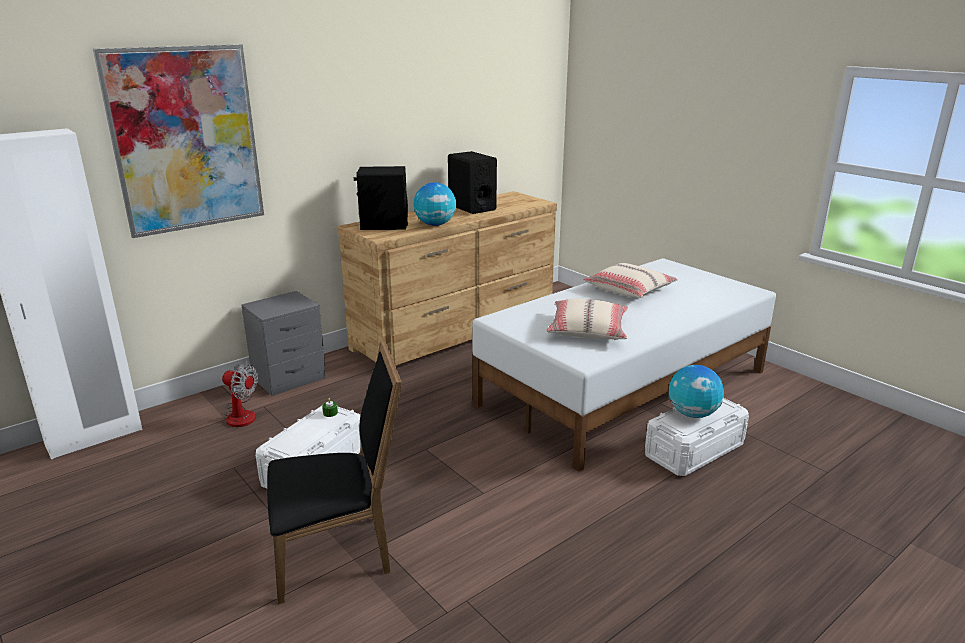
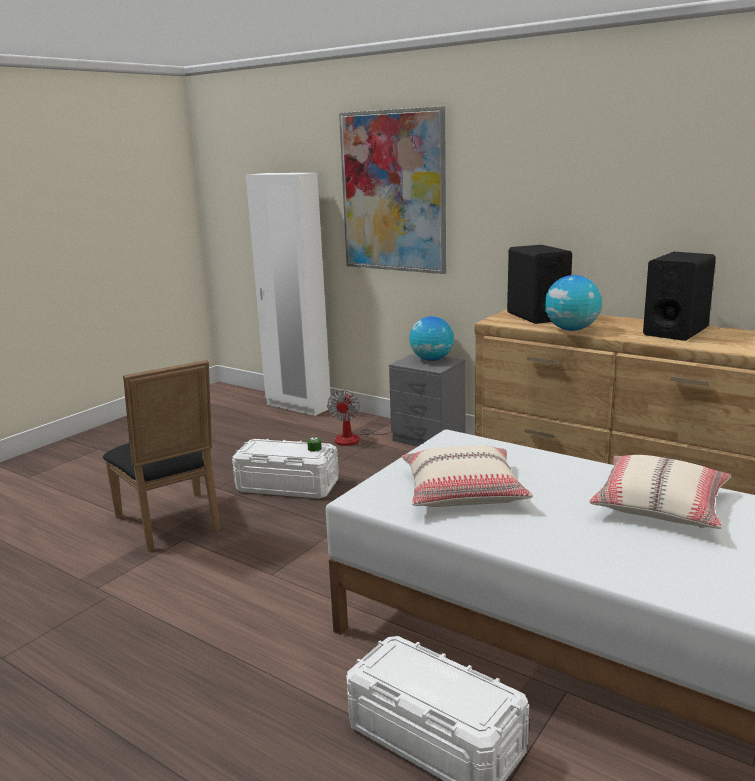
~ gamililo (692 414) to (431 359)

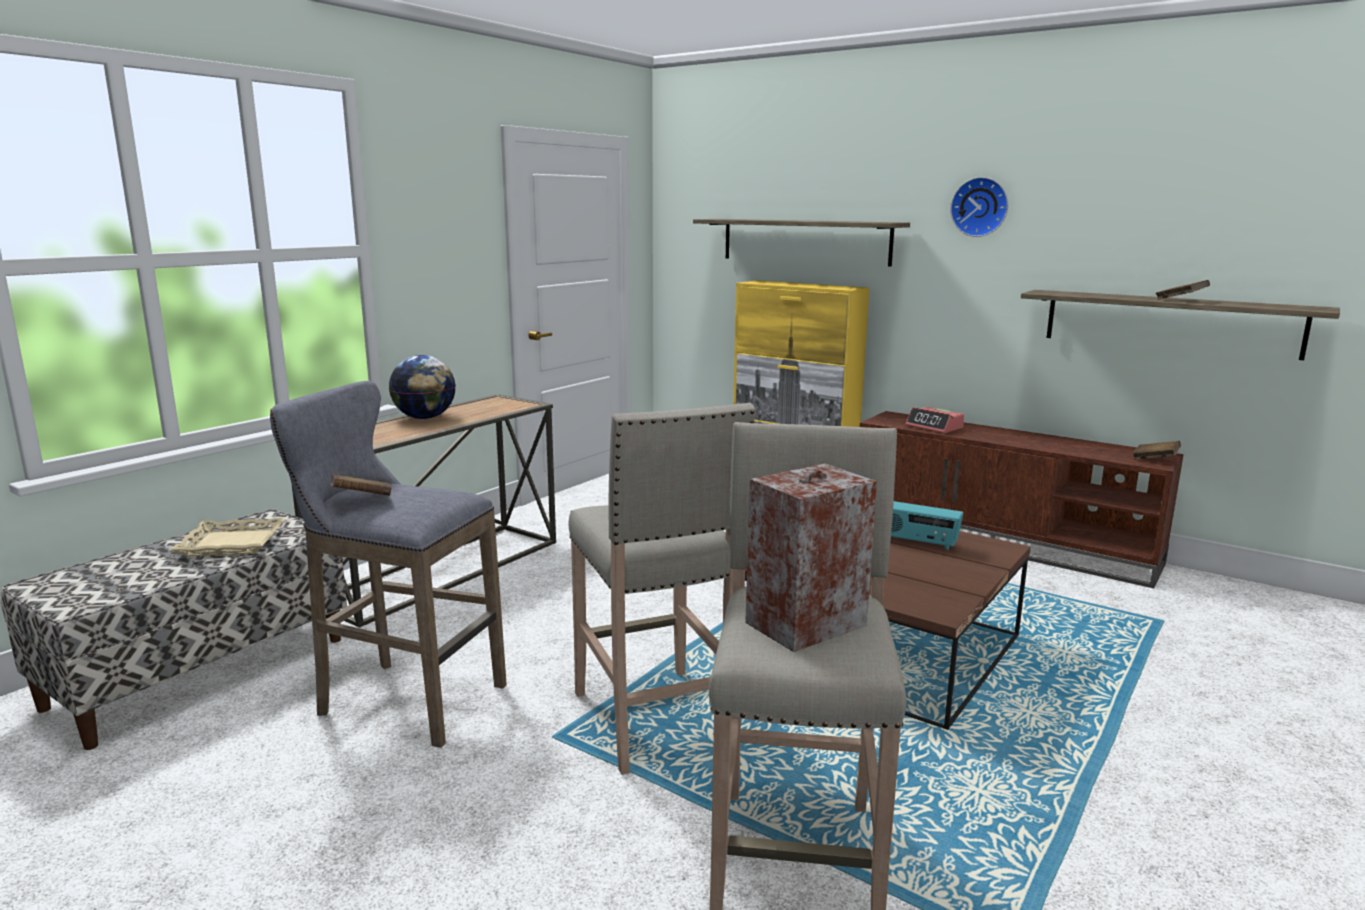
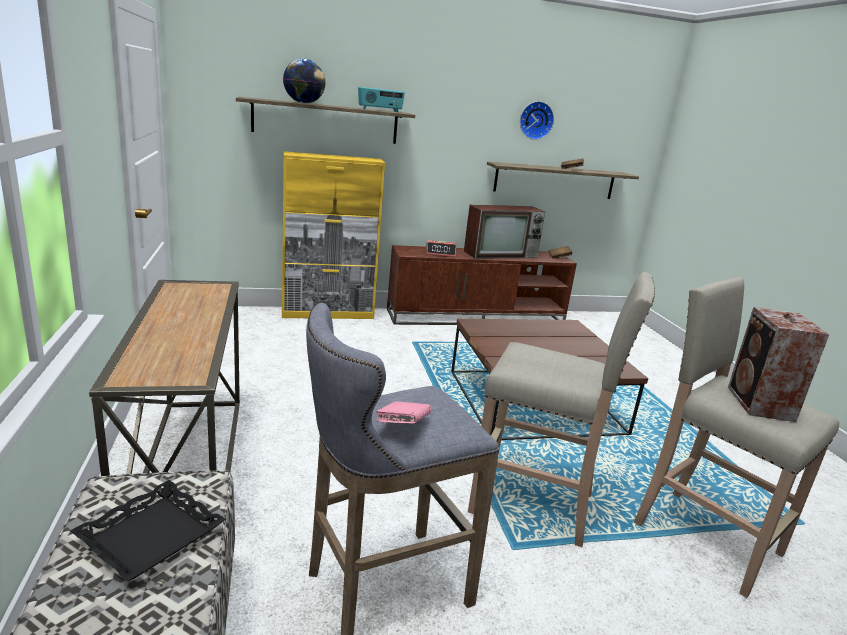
~ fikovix (980 207) to (535 120)
~ gamililo (424 418) to (304 103)
~ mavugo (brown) (361 499) to mavugo (pink) (402 426)
~ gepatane (915 542) to (380 110)
~ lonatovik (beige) (231 544) to lonatovik (black) (151 536)
+ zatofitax (501 254)

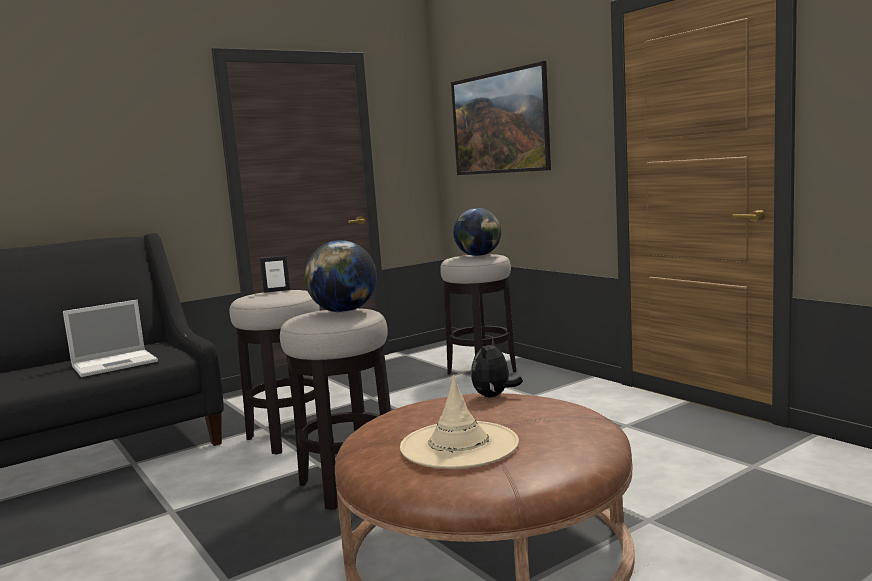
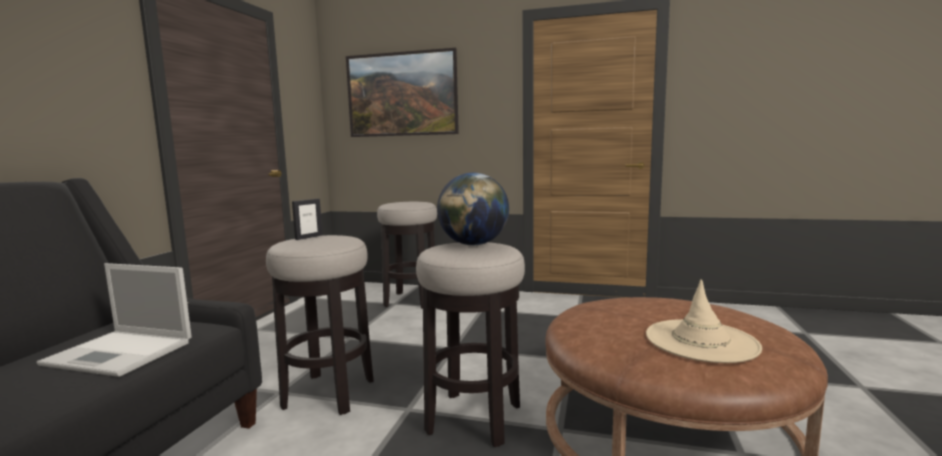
- gamililo (478 256)
~ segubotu (116 363) = (121 353) 90 degrees clockwise
- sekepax (494 396)

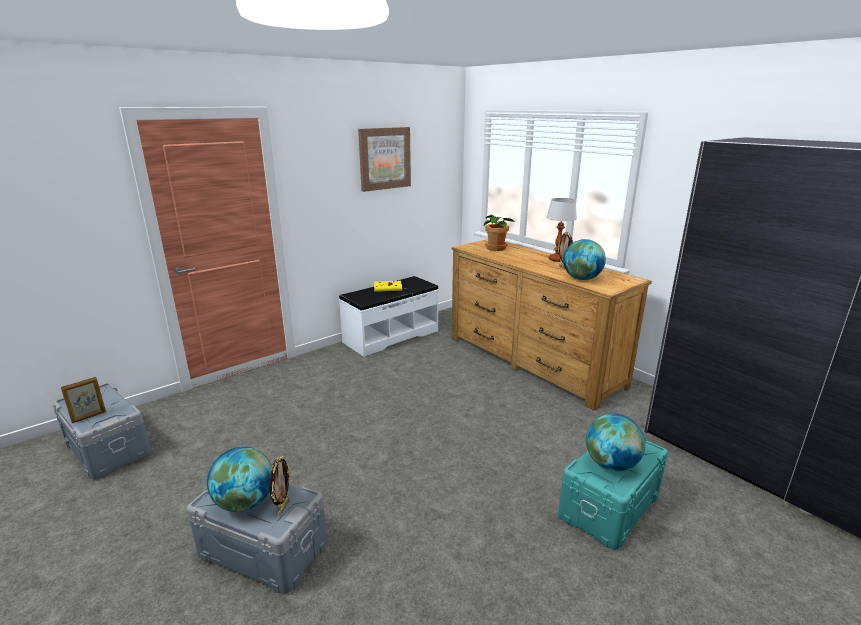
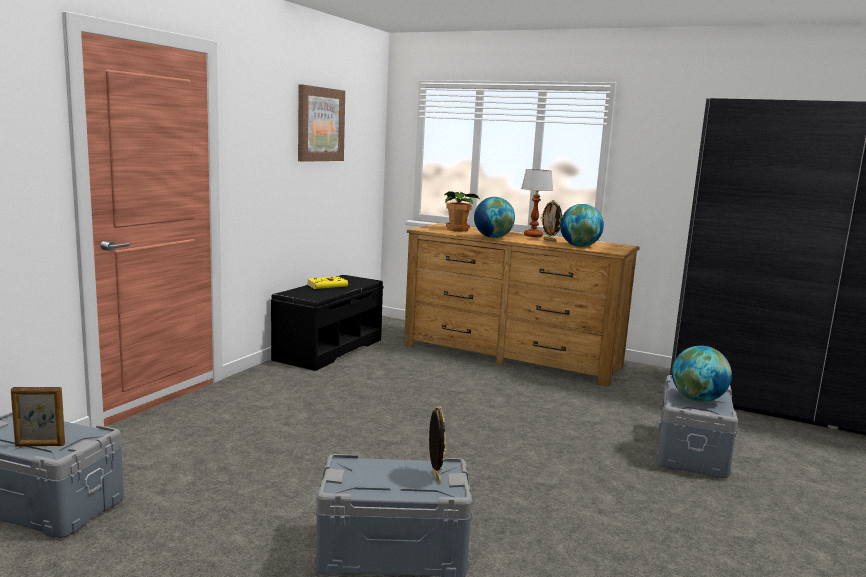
~ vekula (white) (390 336) to vekula (black) (328 349)
~ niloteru (89 417) = (40 445) 60 degrees clockwise
~ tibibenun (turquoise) (610 506) to tibibenun (grey) (692 451)
~ gamililo (245 502) to (493 237)

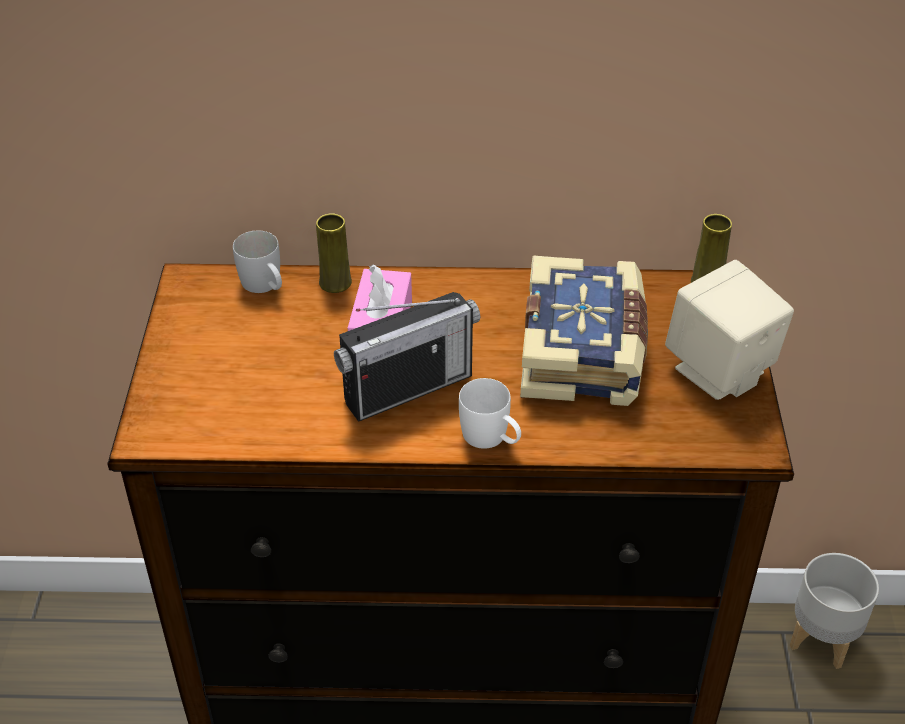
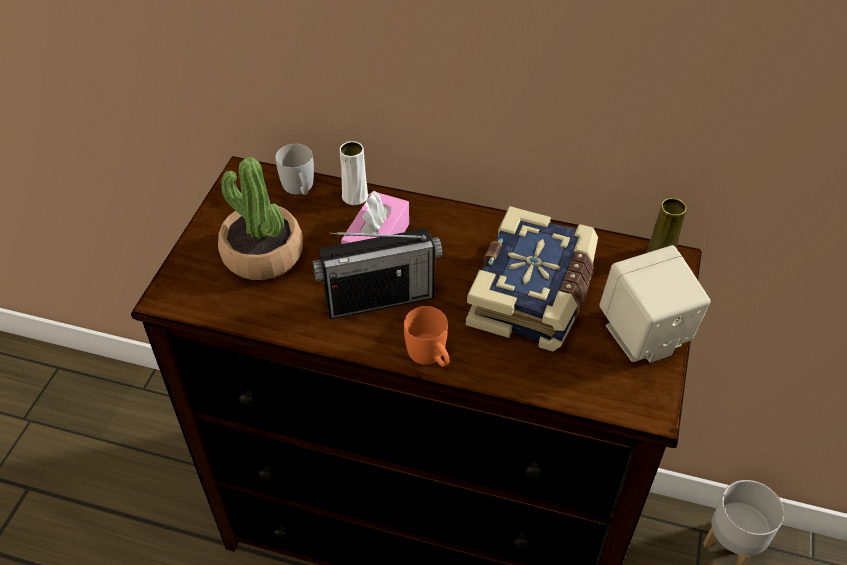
~ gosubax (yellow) (335 283) to gosubax (white) (355 196)
~ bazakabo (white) (491 438) to bazakabo (orange) (430 356)
+ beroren (262 254)

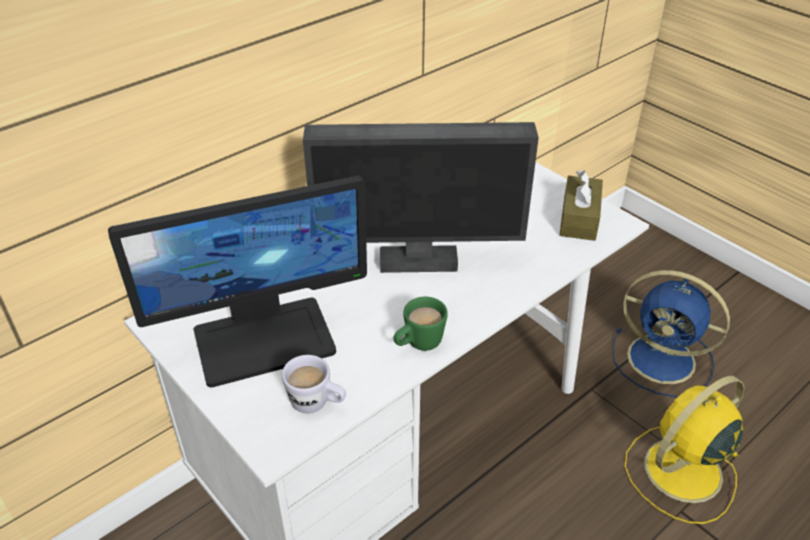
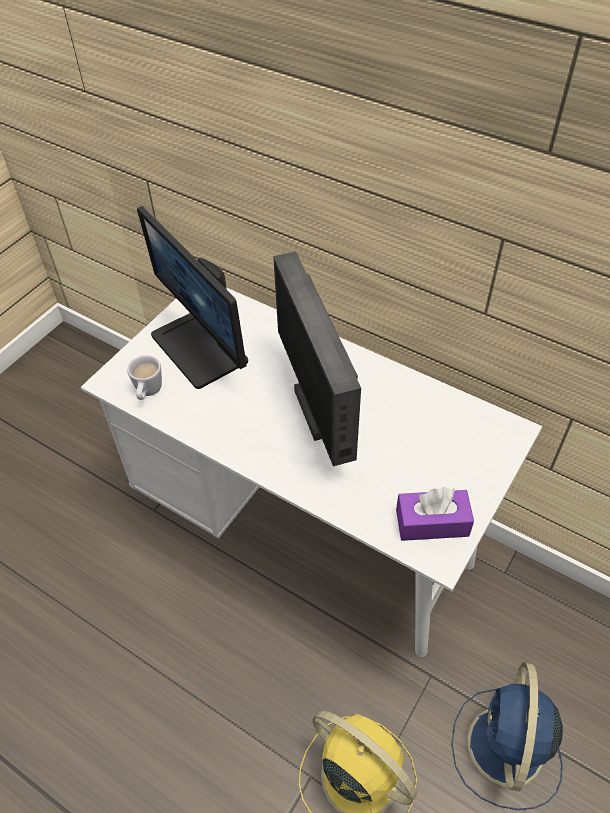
~ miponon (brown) (579 219) to miponon (purple) (432 523)
- bazakabo (green) (418 344)

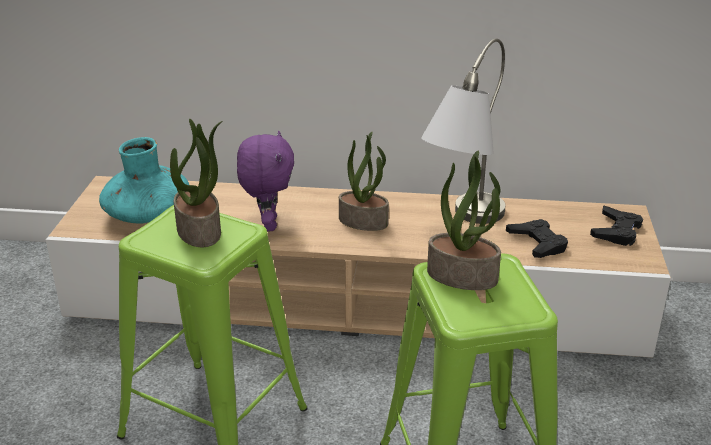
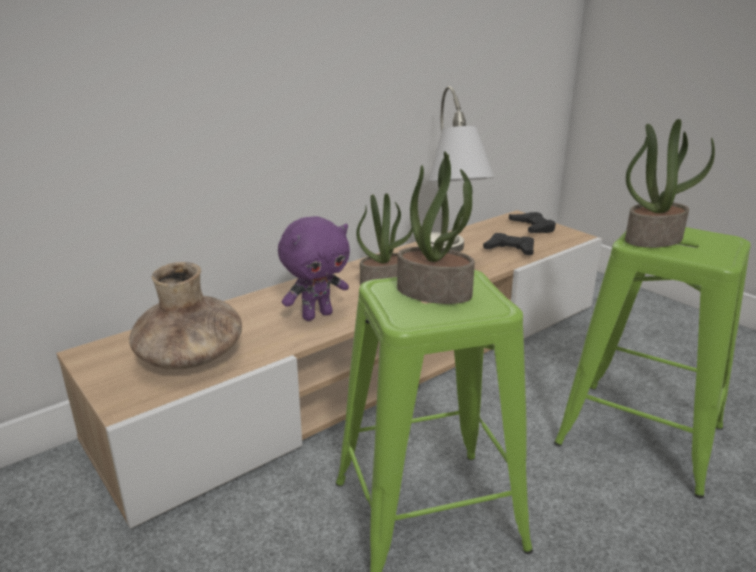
~ sekepax (purple) (268 224) = (317 315) 105 degrees clockwise
~ gosubax (turquoise) (148 216) to gosubax (brown) (190 358)

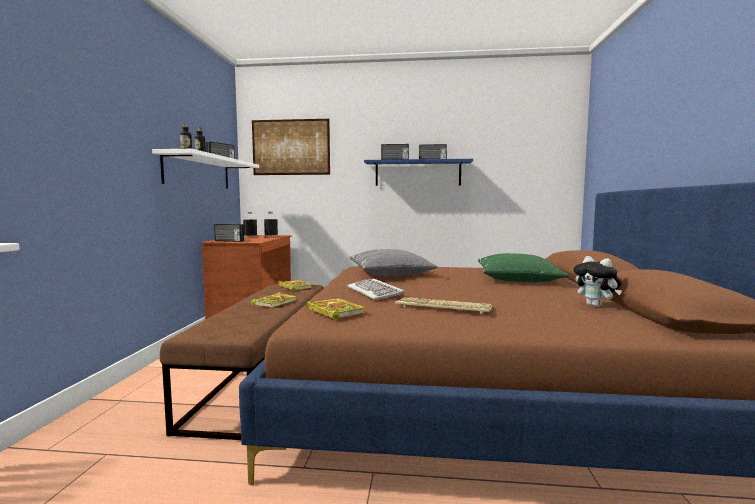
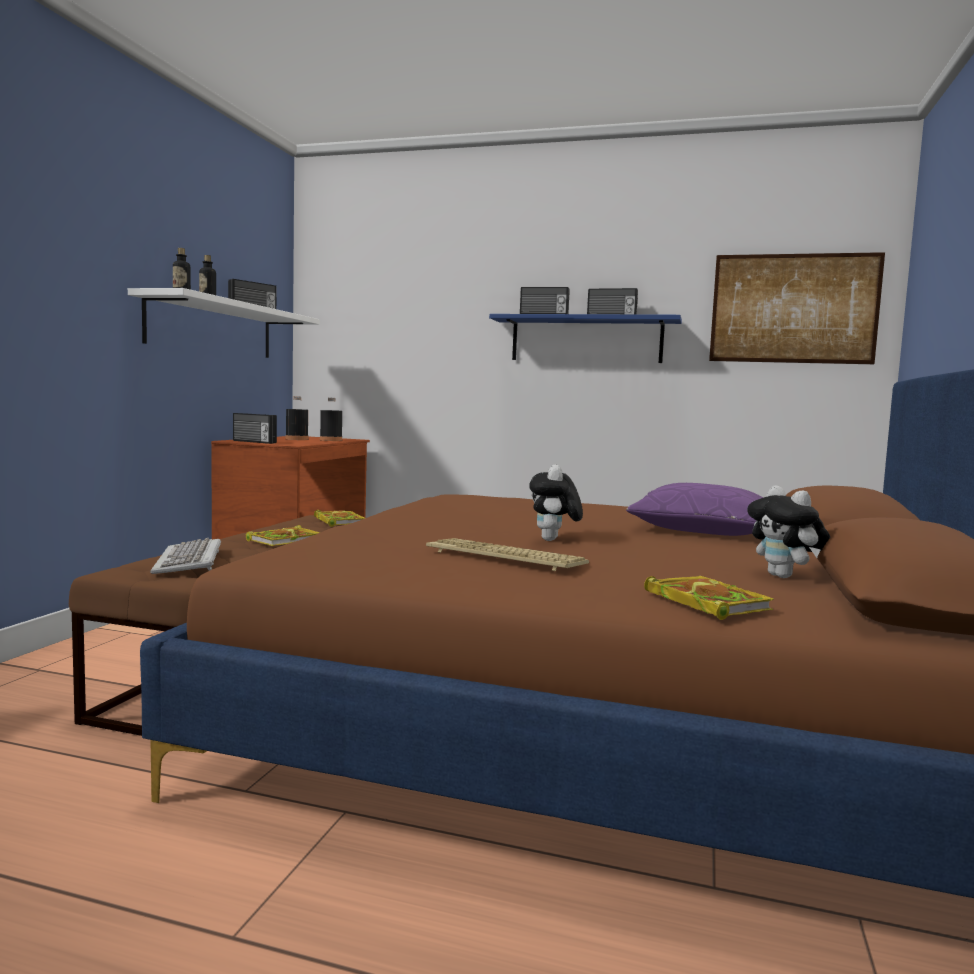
~ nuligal (291 147) to (793 308)
- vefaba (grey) (390 273)
~ vefaba (green) (517 279) to vefaba (purple) (703 529)
~ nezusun (375 292) to (190 561)
~ mavugo (334 311) to (704 602)
+ sekepax (553 540)

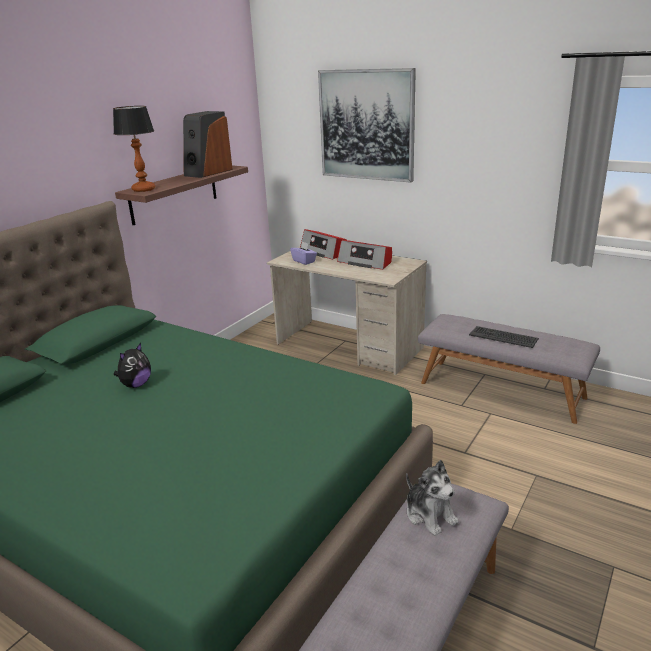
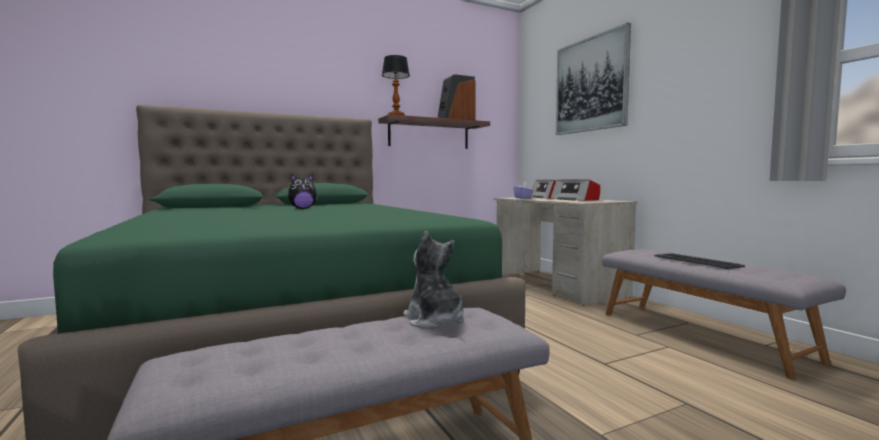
~ sekepax (430 515) = (434 320) 150 degrees clockwise

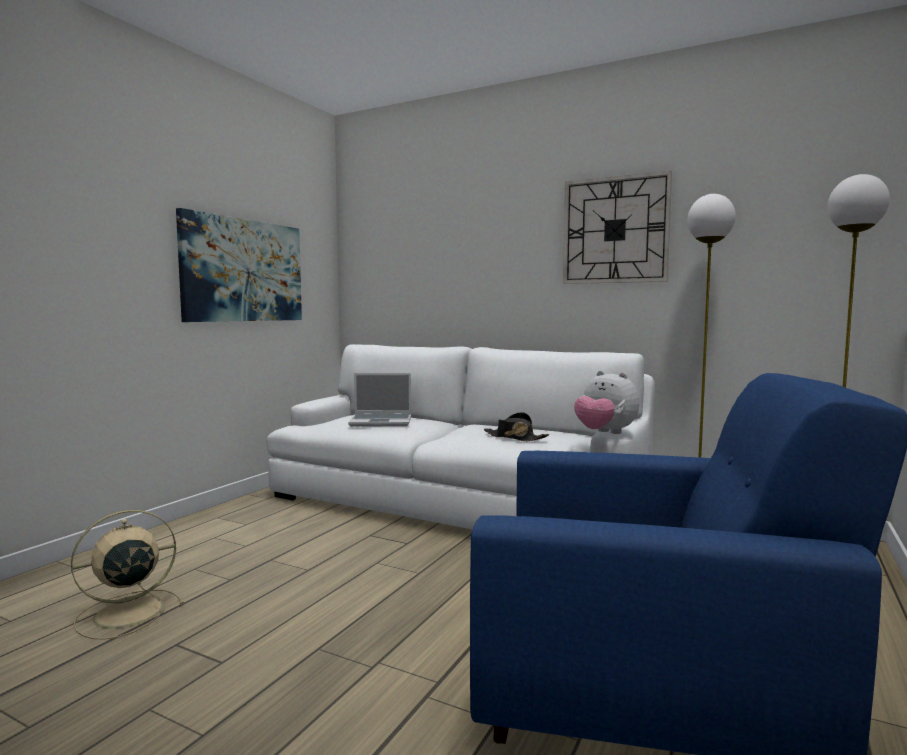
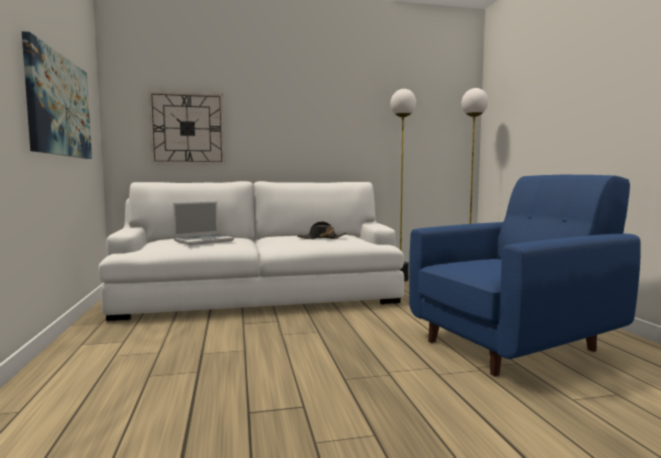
~ fikovix (615 230) to (187 128)
- sekepax (605 433)
- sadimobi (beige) (125 613)

